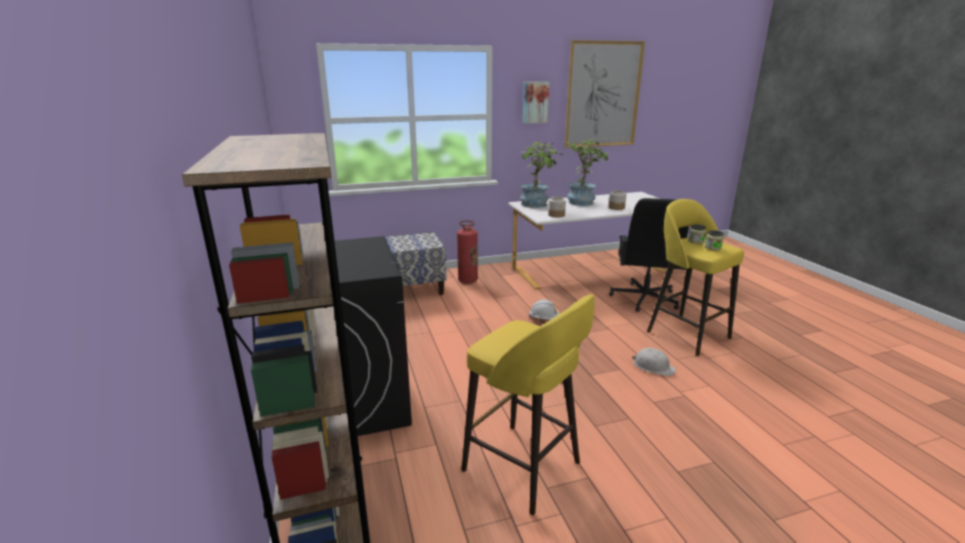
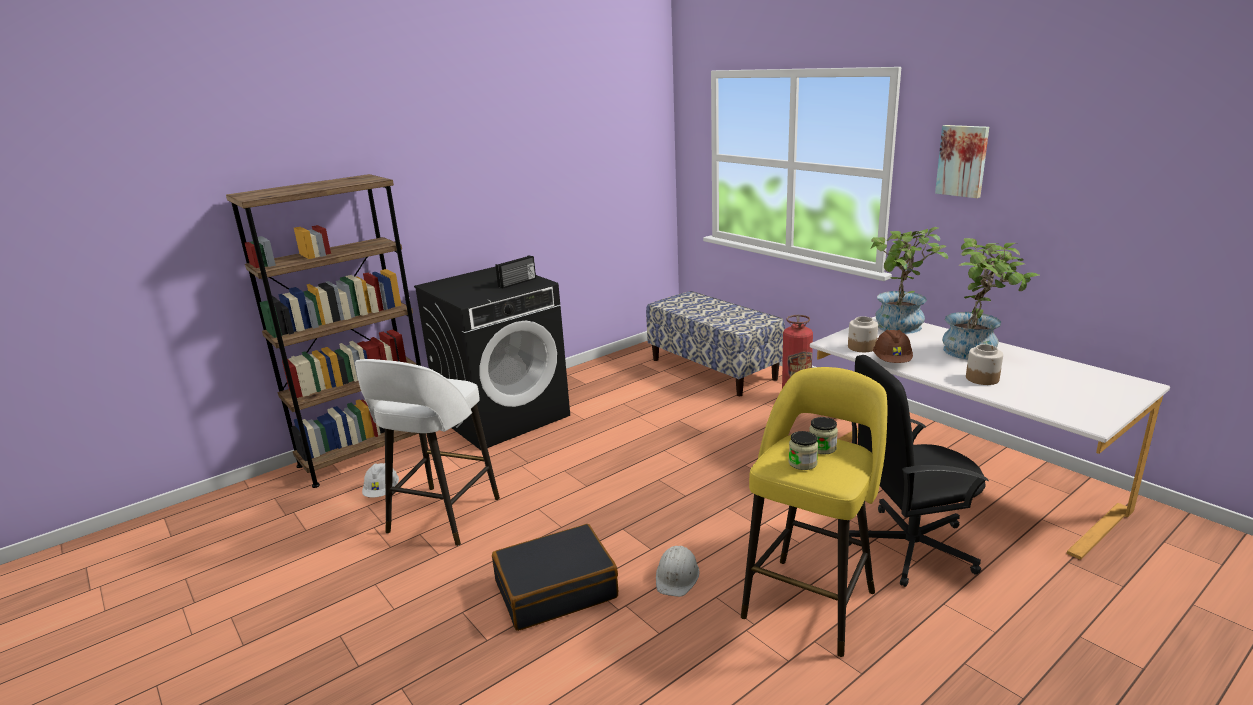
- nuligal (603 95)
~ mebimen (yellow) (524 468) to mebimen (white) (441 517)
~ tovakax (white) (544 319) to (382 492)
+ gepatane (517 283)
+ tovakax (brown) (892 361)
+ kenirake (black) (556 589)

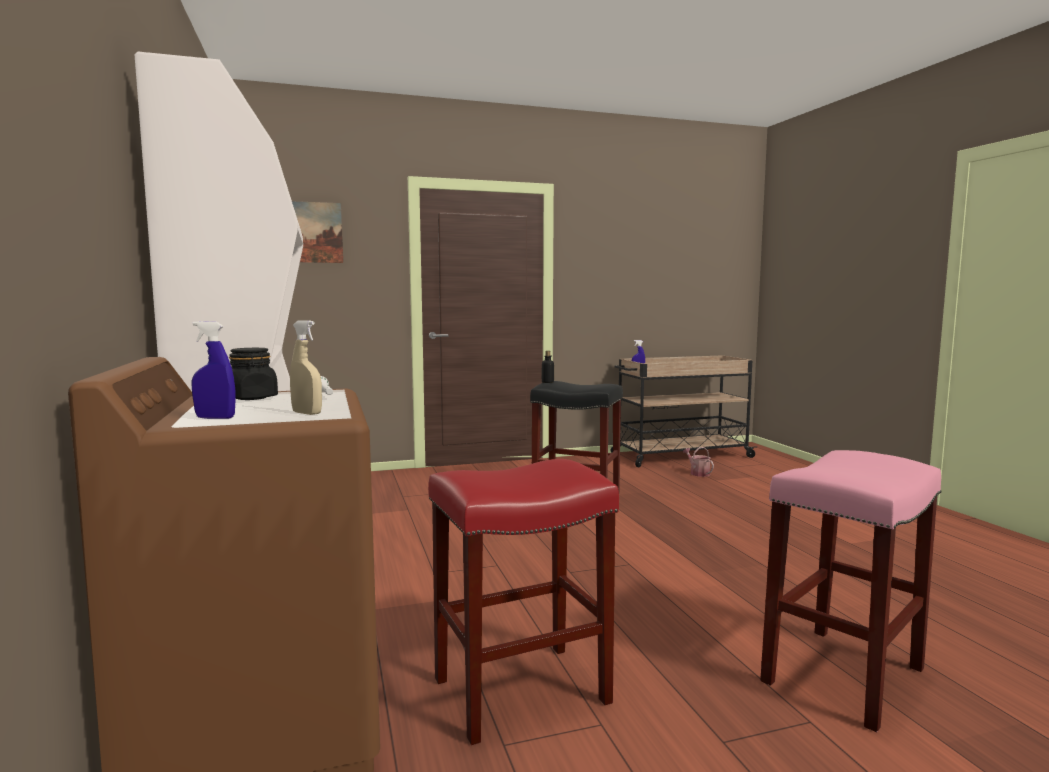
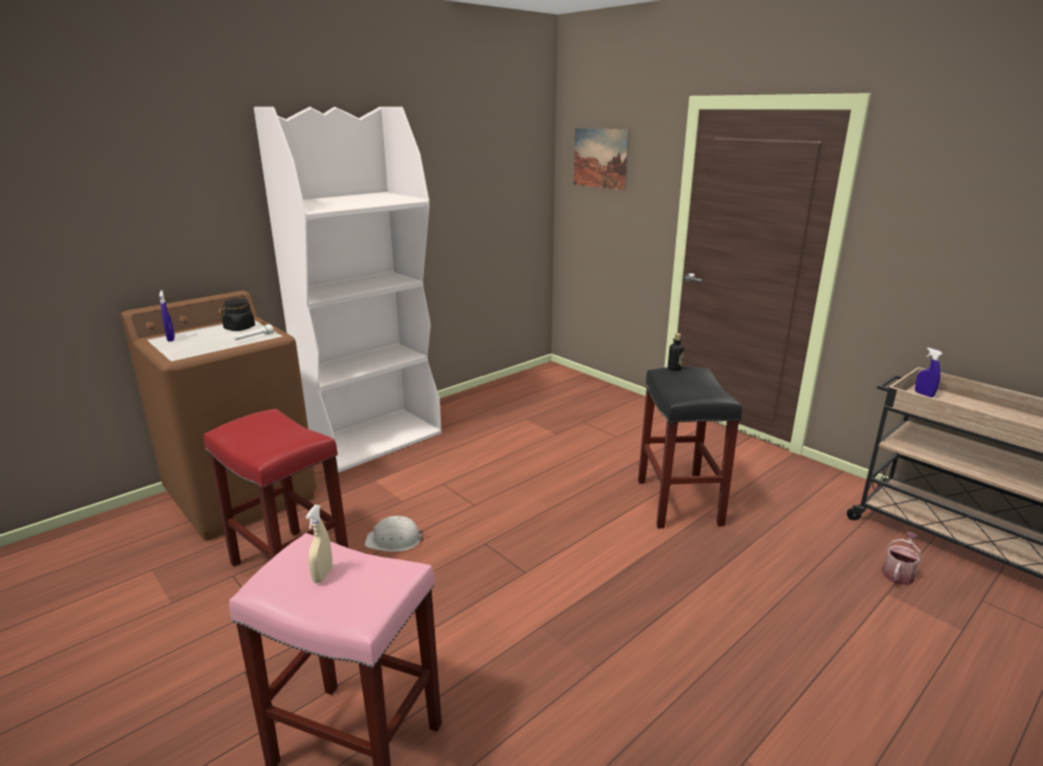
~ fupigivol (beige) (307 413) to (323 575)
+ tovakax (white) (394 540)

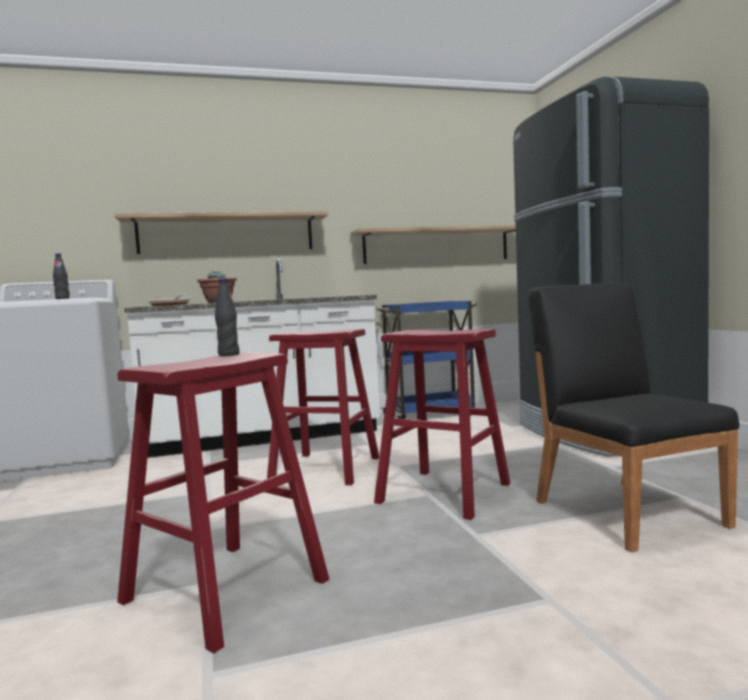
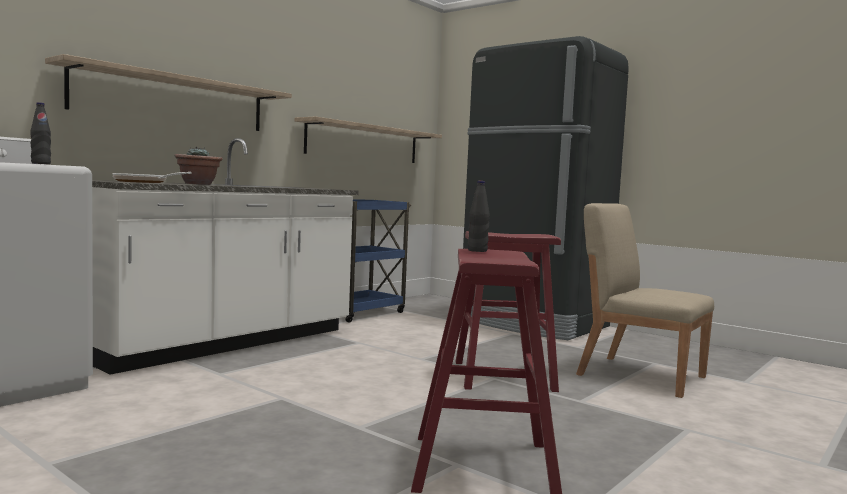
~ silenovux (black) (627 512) to silenovux (beige) (639 375)
- mebimen (red) (326 468)

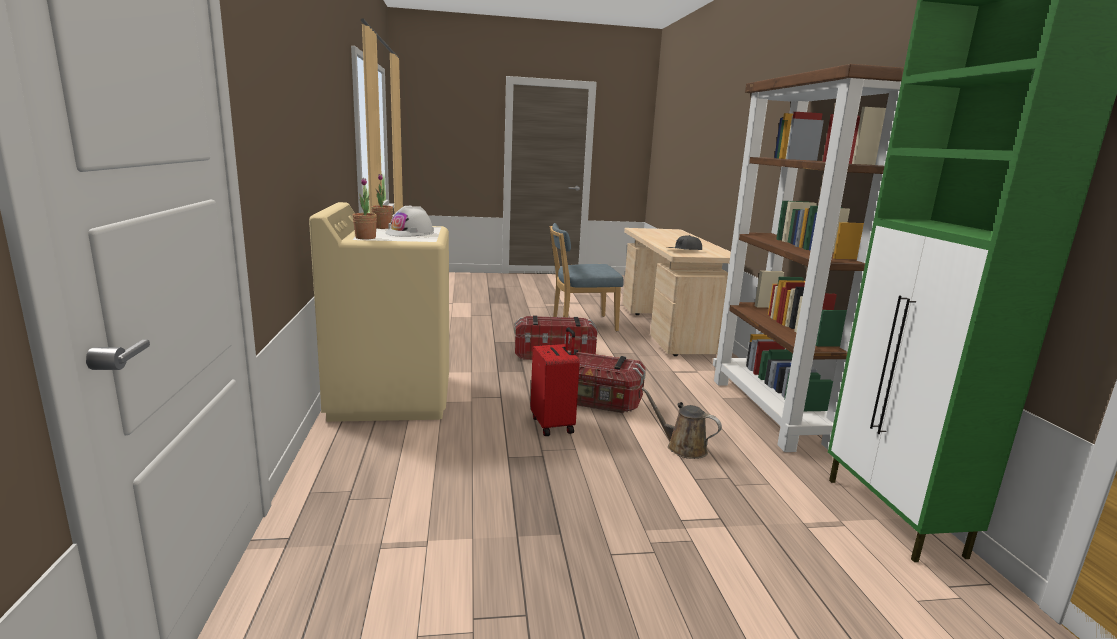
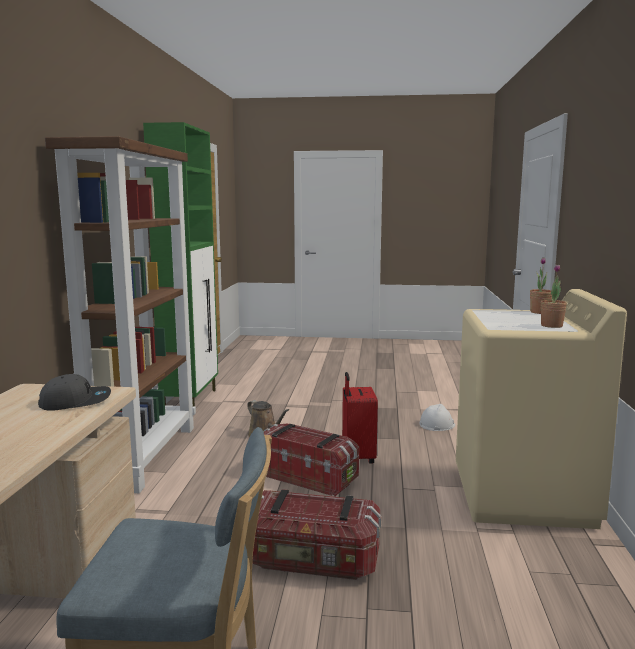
~ tovakax (white) (410 233) to (437 424)

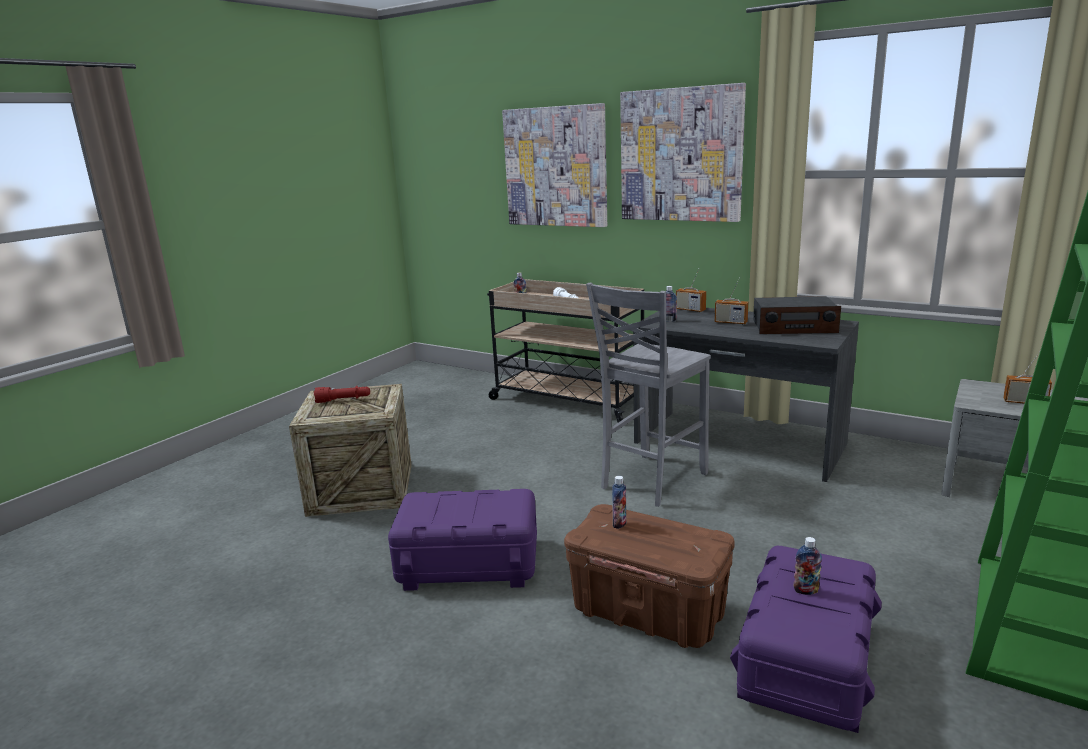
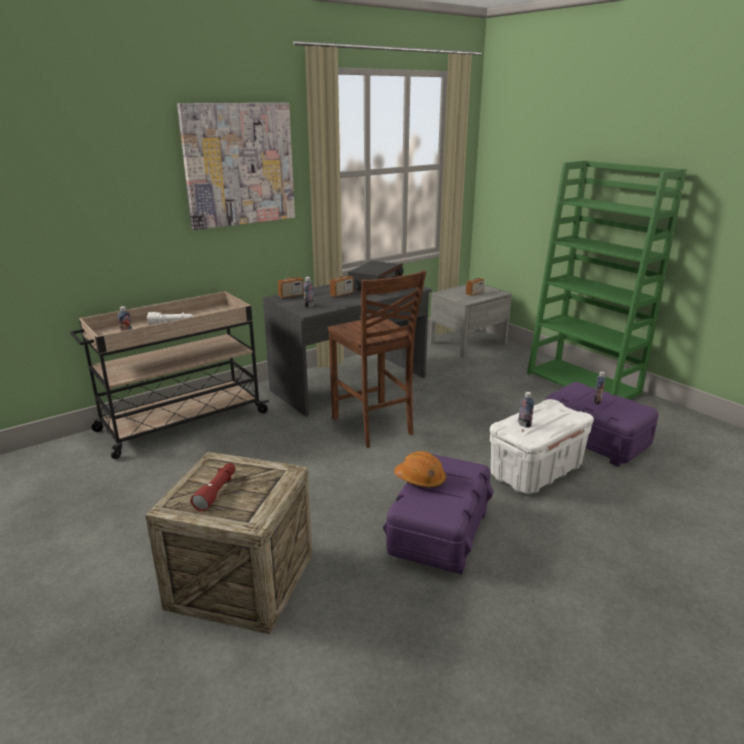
- nuligal (556 167)
~ silenovux (grey) (650 481) to silenovux (brown) (373 427)
~ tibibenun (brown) (647 613) to tibibenun (white) (536 472)
+ tovakax (orange) (420 479)

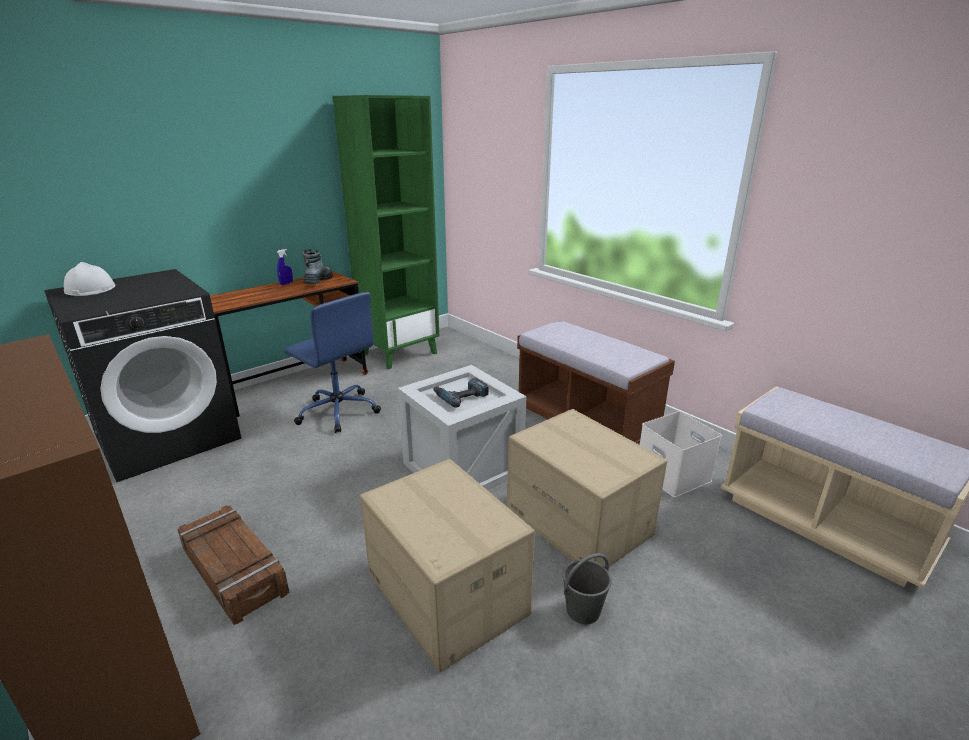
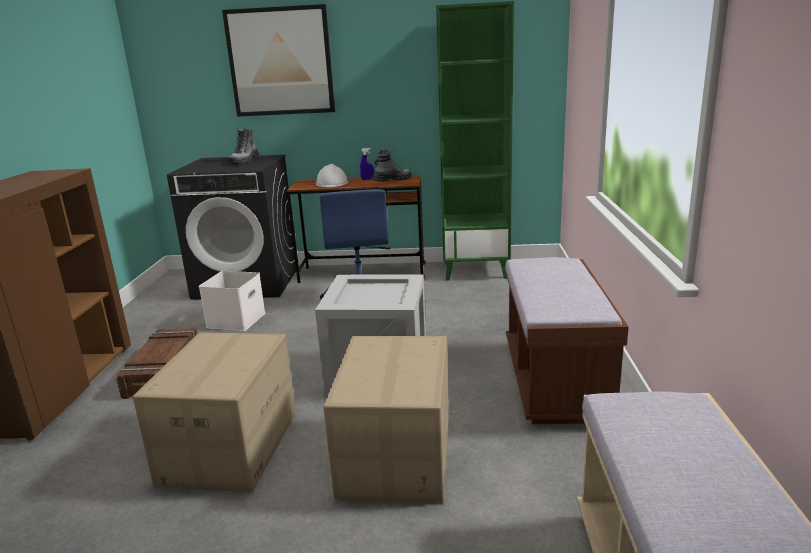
~ tovakax (white) (90 289) to (332 183)
- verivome (460 396)
~ tibibenun (white) (671 474) to (236 319)
- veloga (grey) (582 610)
+ nuligal (280 62)
+ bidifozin (244 161)

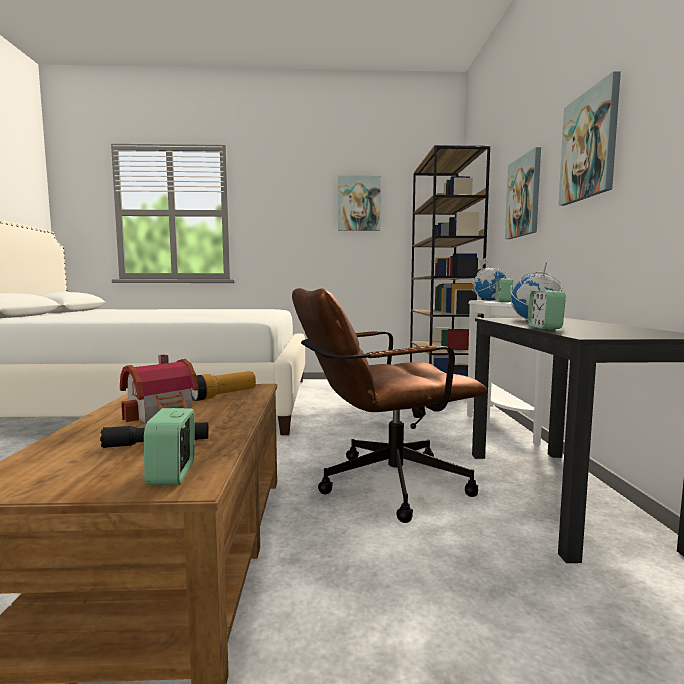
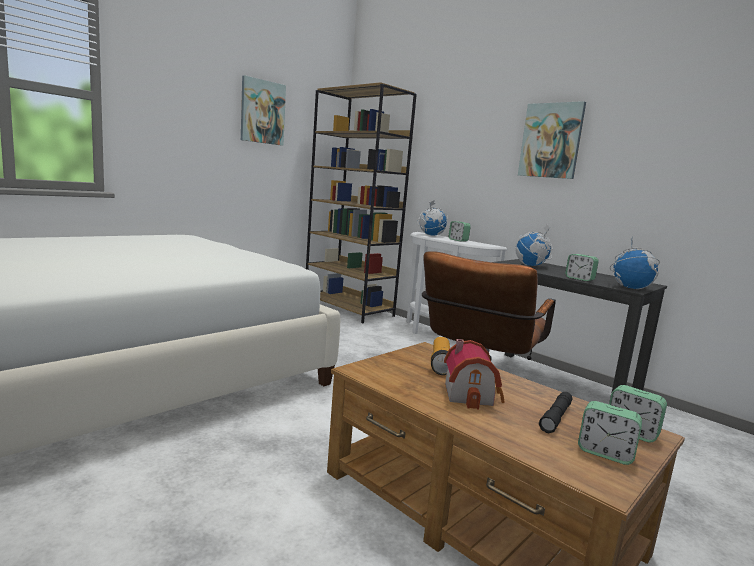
- nuligal (524 196)
+ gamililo (631 288)
+ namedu (605 453)

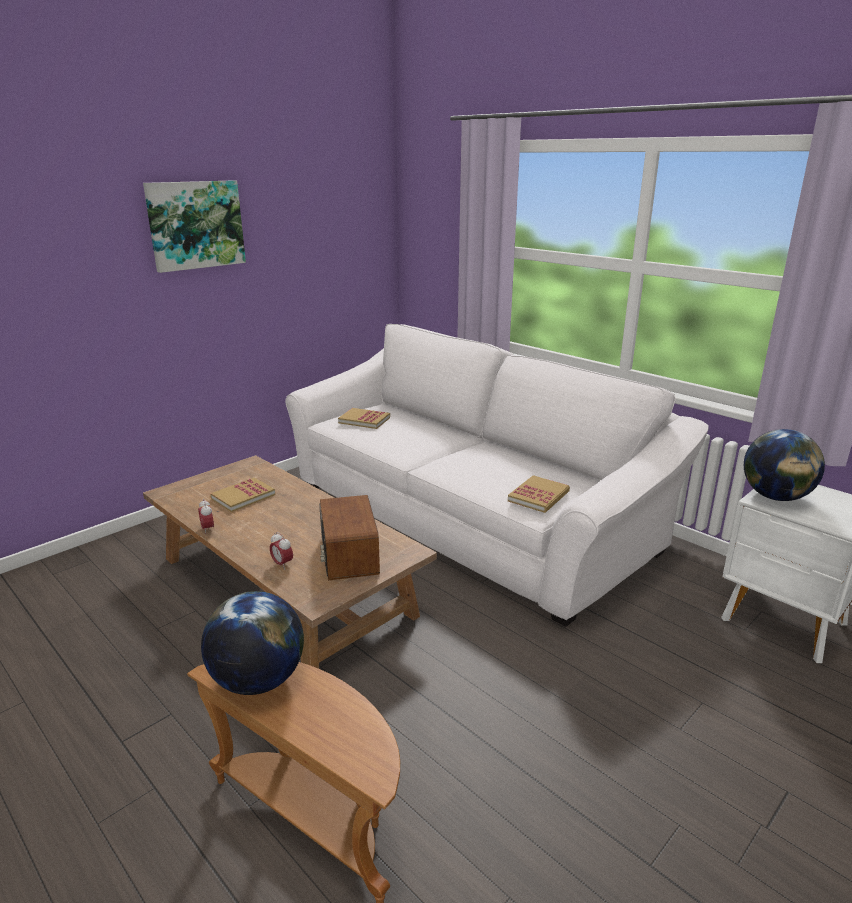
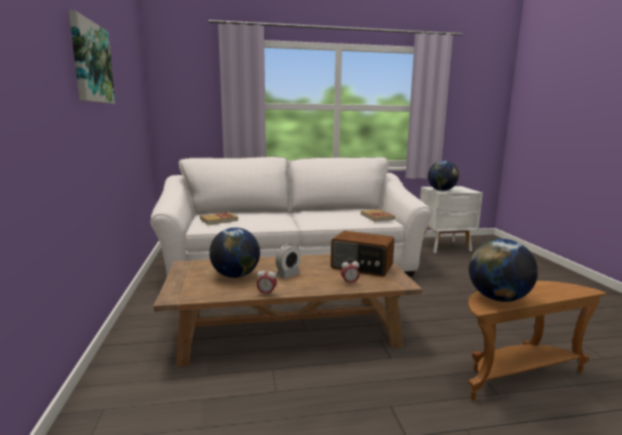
~ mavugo (243 496) to gamililo (235 276)
+ namedu (288 274)

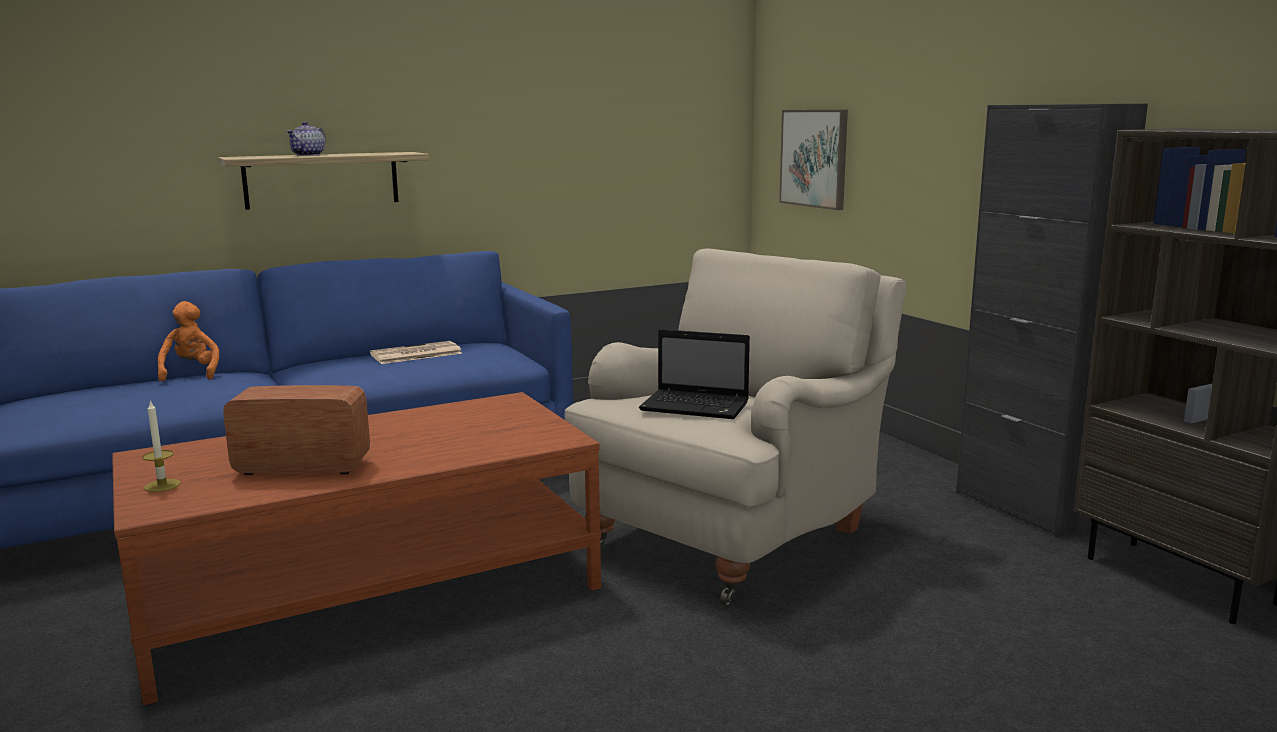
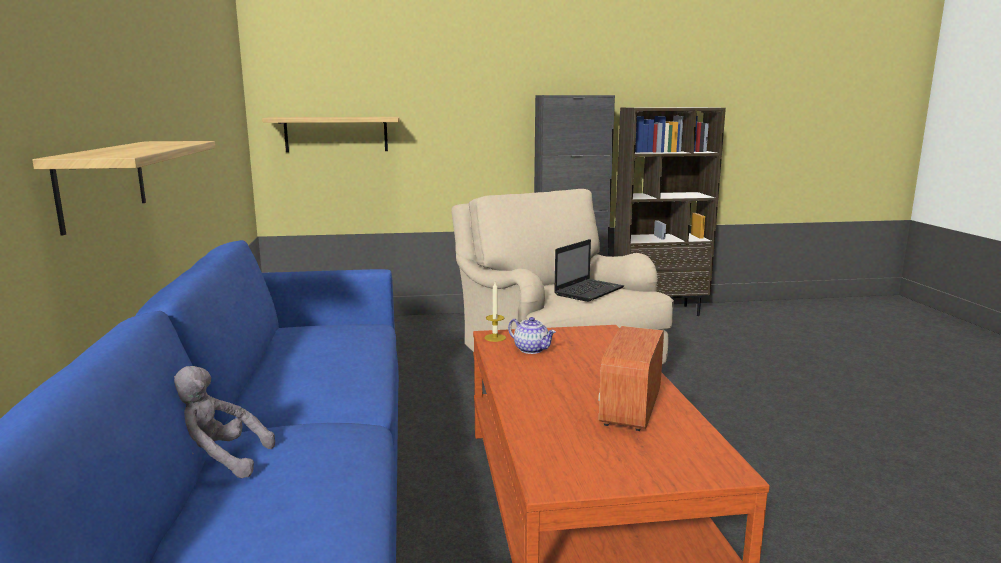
~ nuligal (814 158) to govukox (336 134)
~ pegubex (308 155) to (532 349)
~ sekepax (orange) (189 373) to sekepax (grey) (216 463)
- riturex (415 354)
~ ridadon (162 485) to (495 338)

